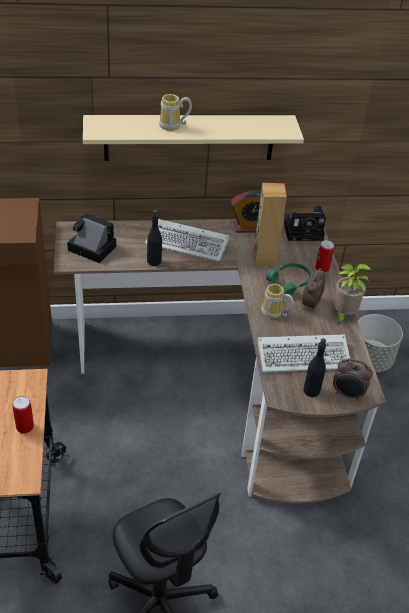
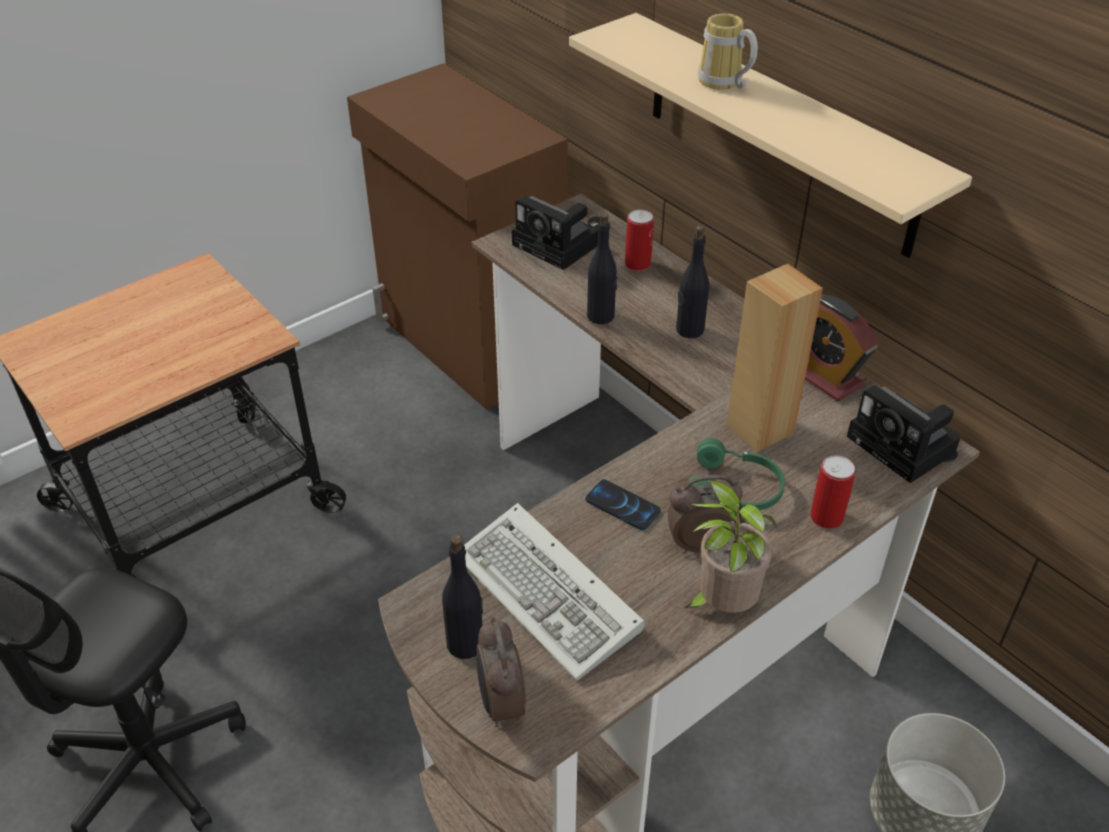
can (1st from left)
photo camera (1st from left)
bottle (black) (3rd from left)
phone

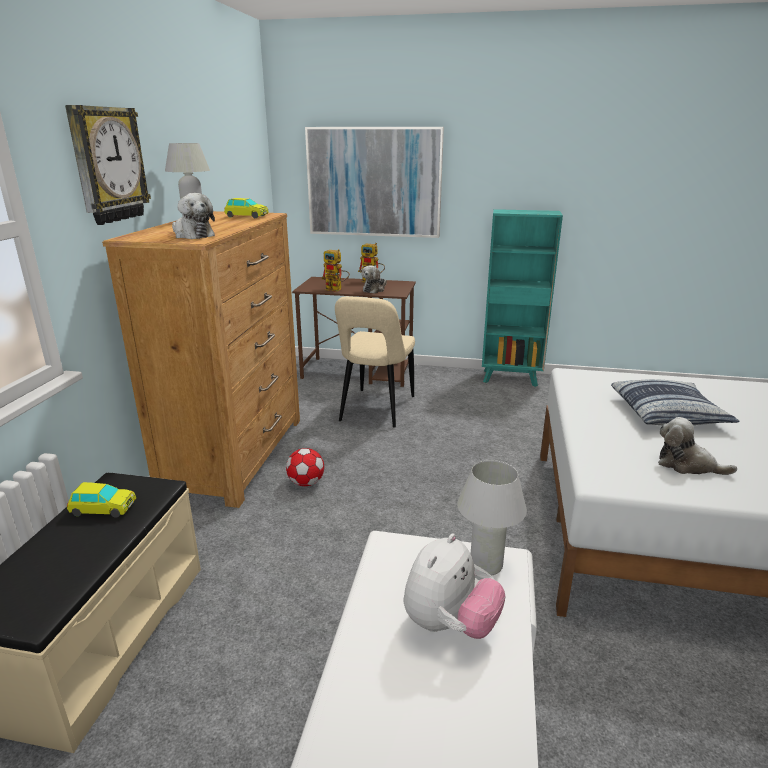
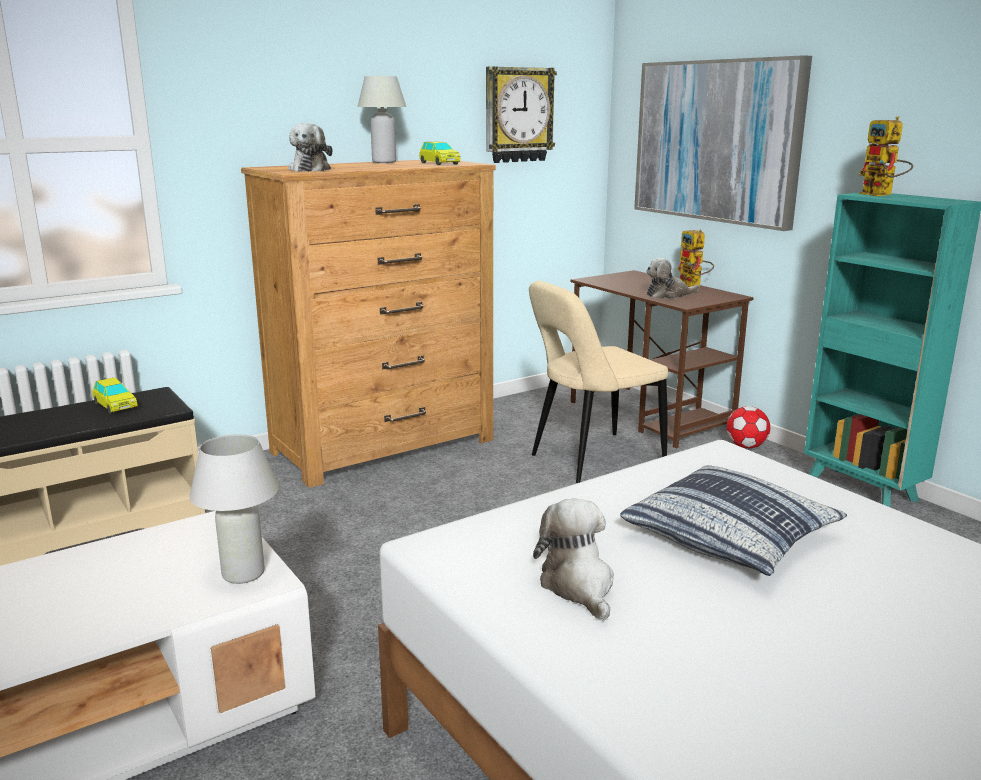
wall clock
football
toy robot (2nd from left)
plush toy (3rd from left in the first image)

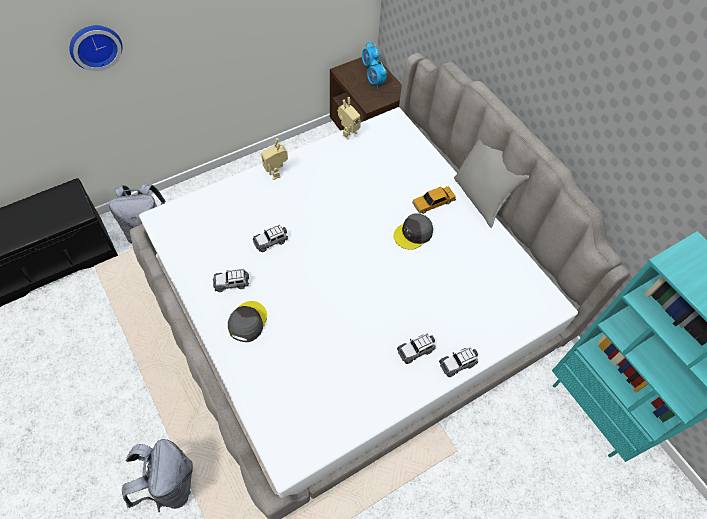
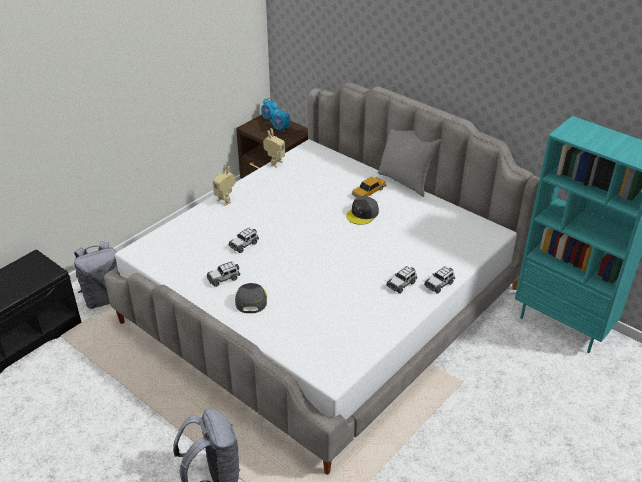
wall clock

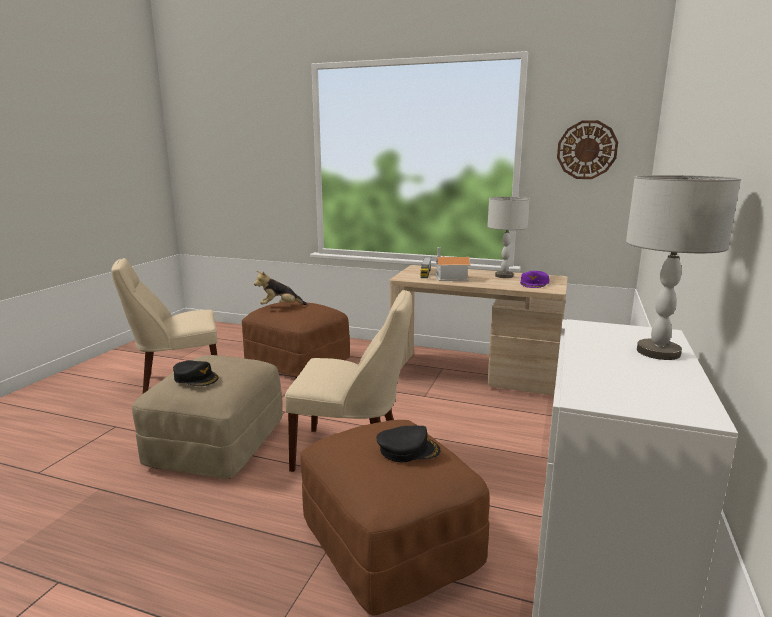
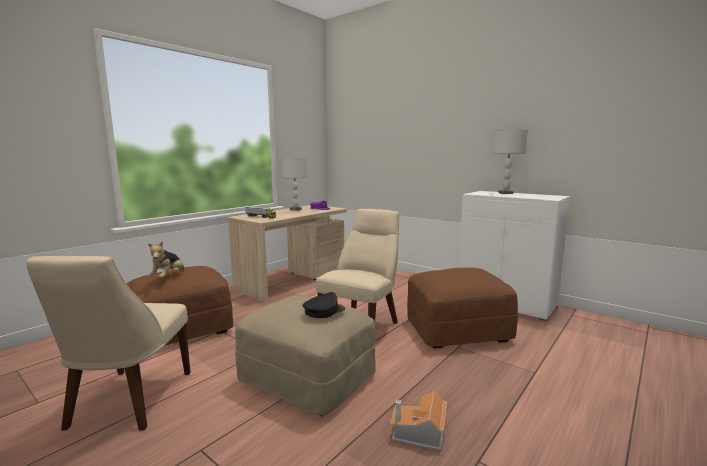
cap (black) (2nd from left in the first image)
toy house
wall clock

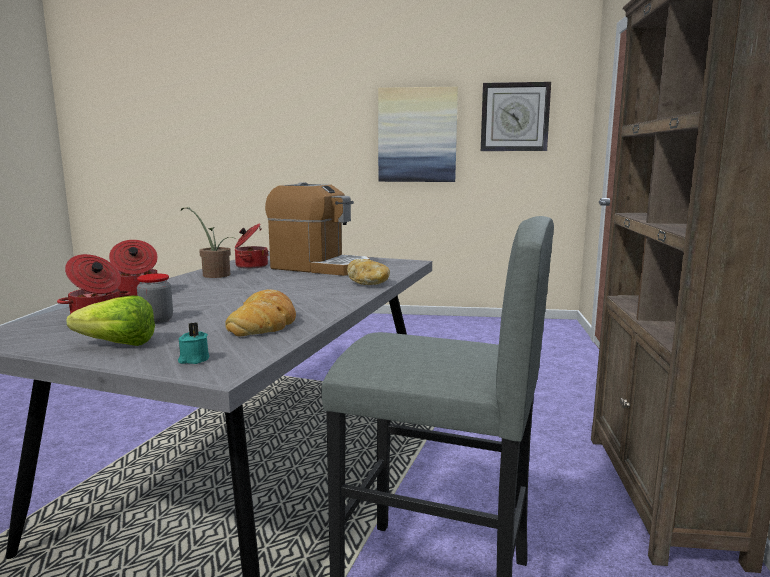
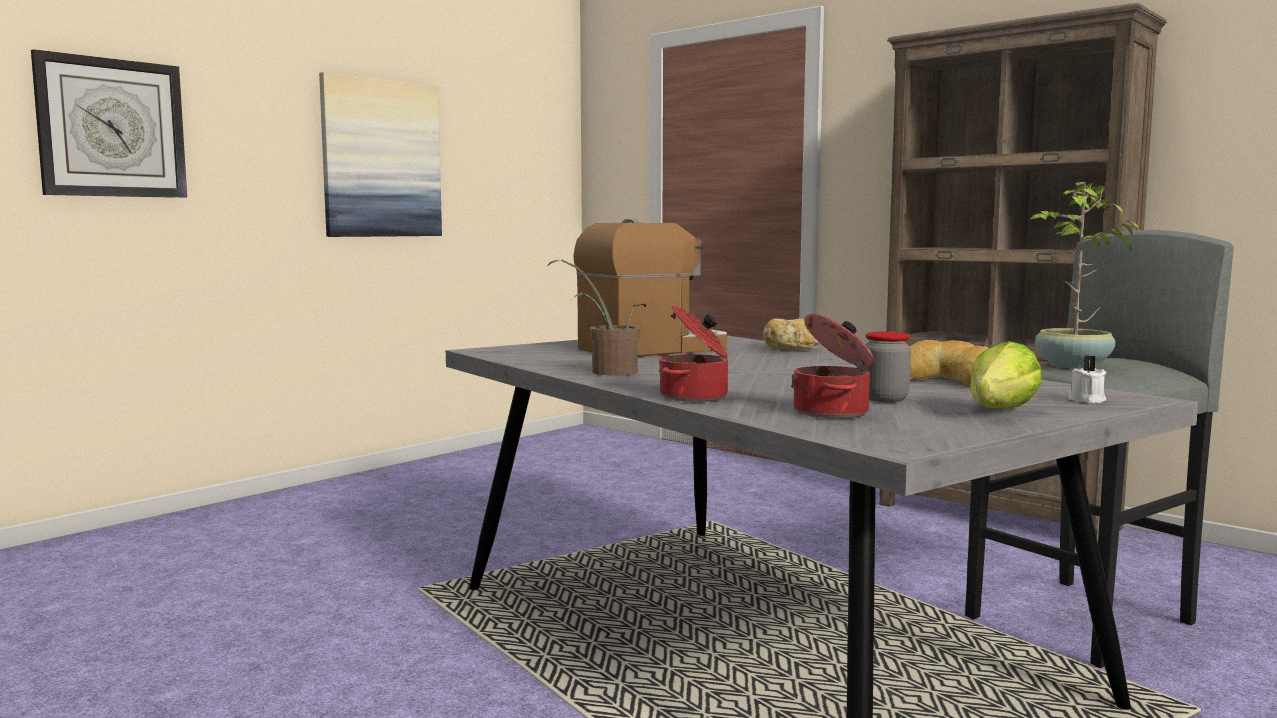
candle (white)
cooking pot (3rd from left in the first image)
wall clock
potted plant (2nd from left)

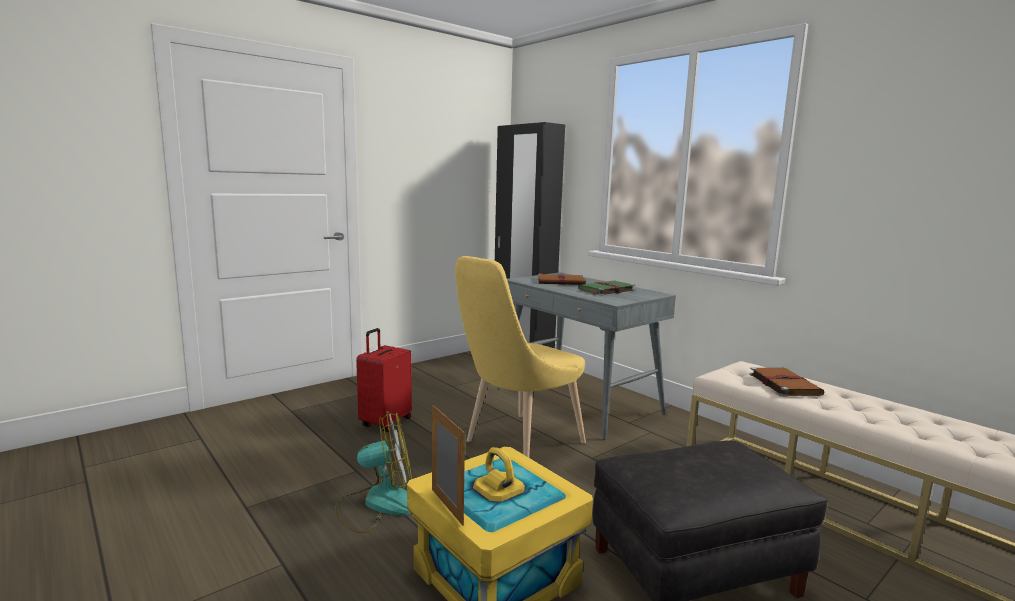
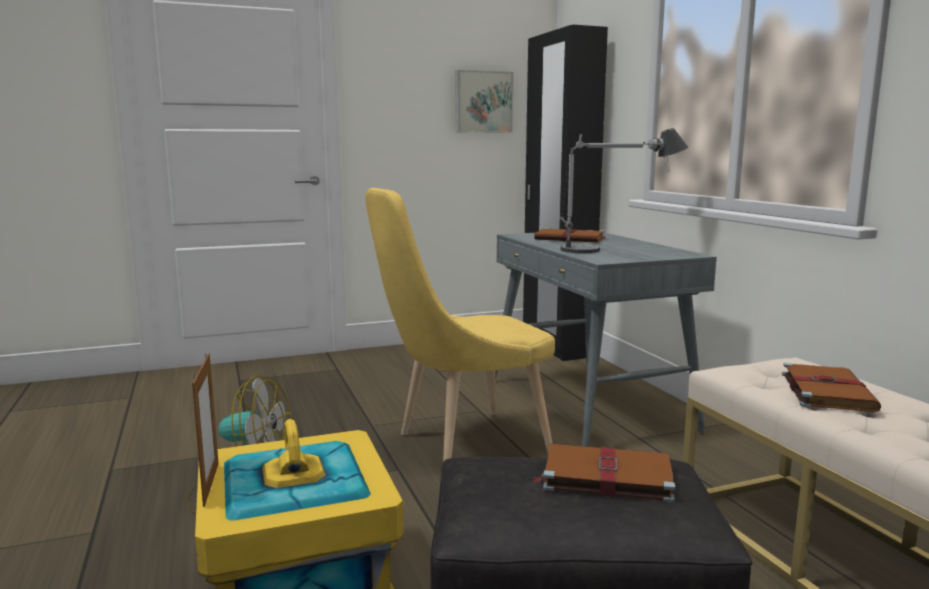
suitcase (red)
table lamp
picture
book (brown) (2nd from left)

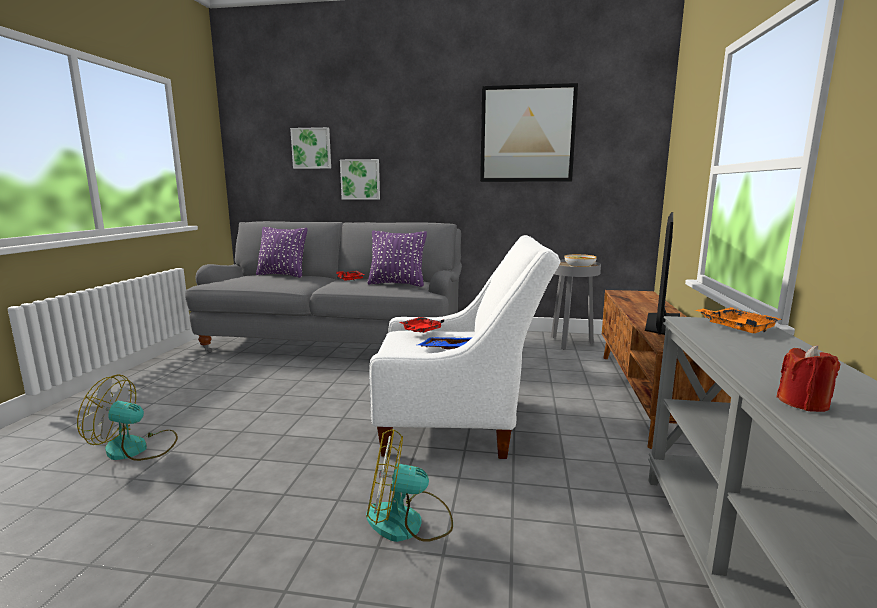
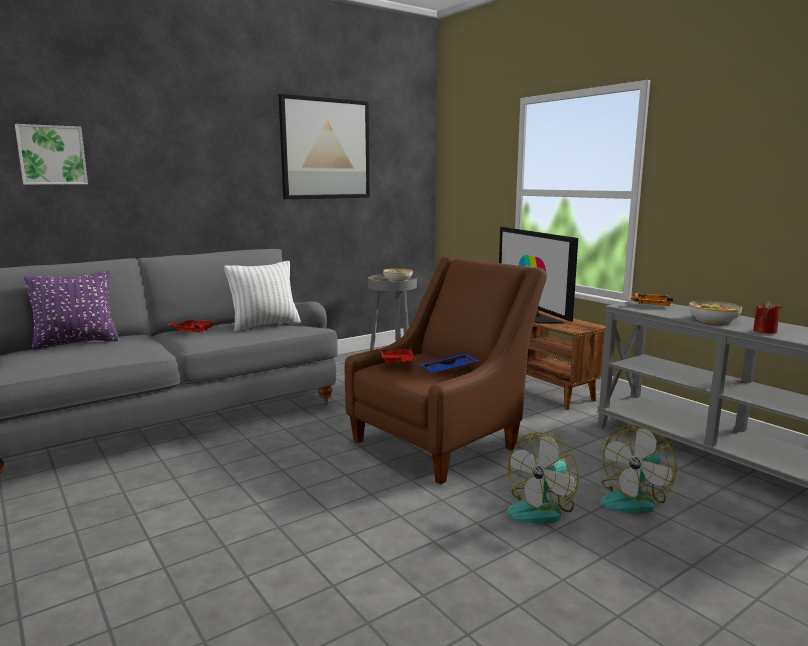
fan (2nd from left)
picture (2nd from left in the first image)
pillow (white)
armchair (brown)
bowl (2nd from left)

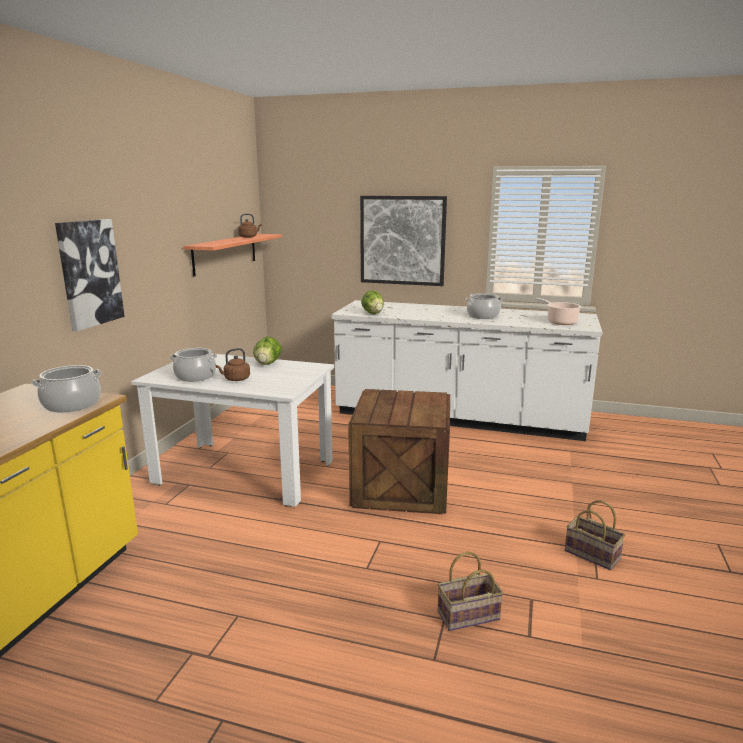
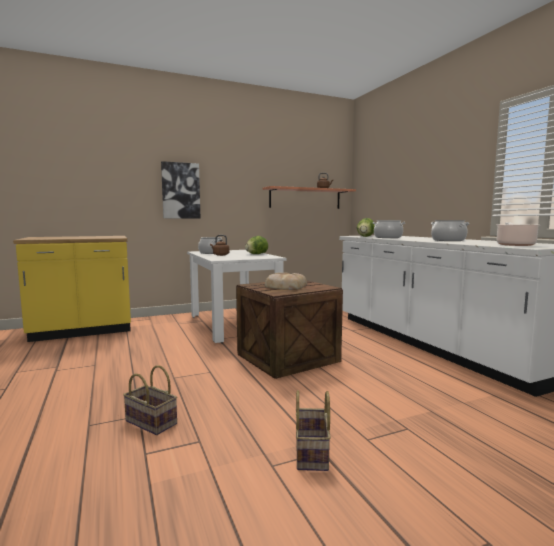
cooking pot (2nd from left)
picture (2nd from left in the first image)
bread

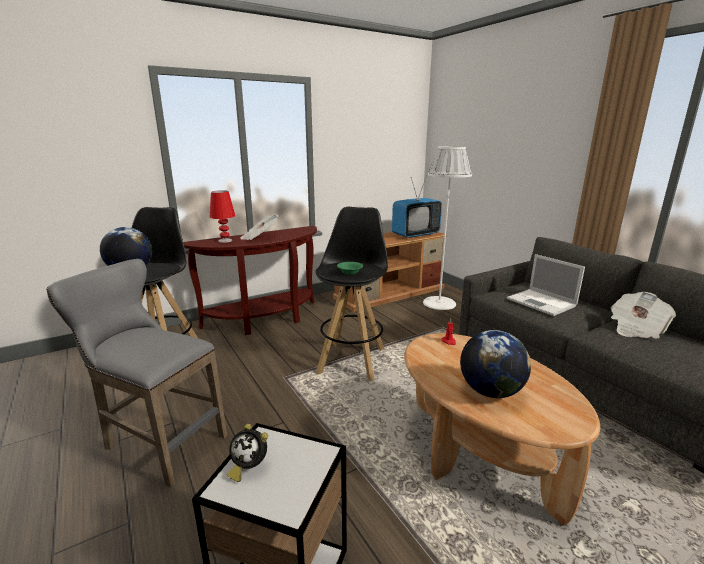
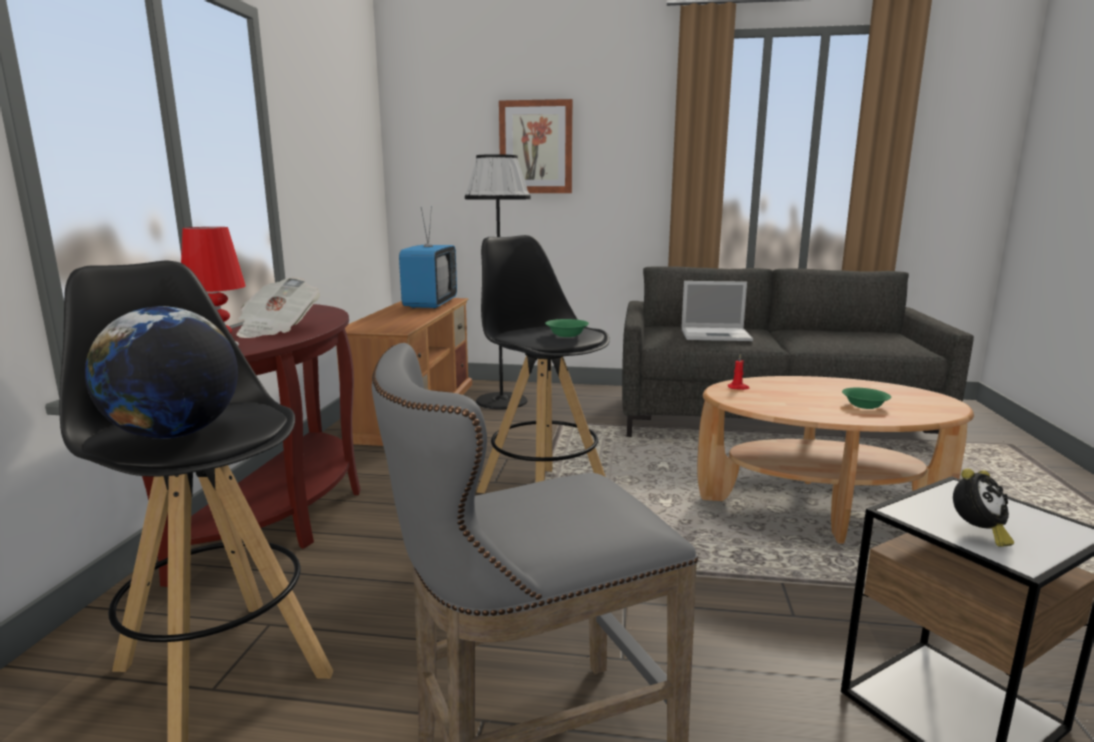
floor lamp (black)
bowl (green) (2nd from left)
newspaper (2nd from left in the first image)
picture

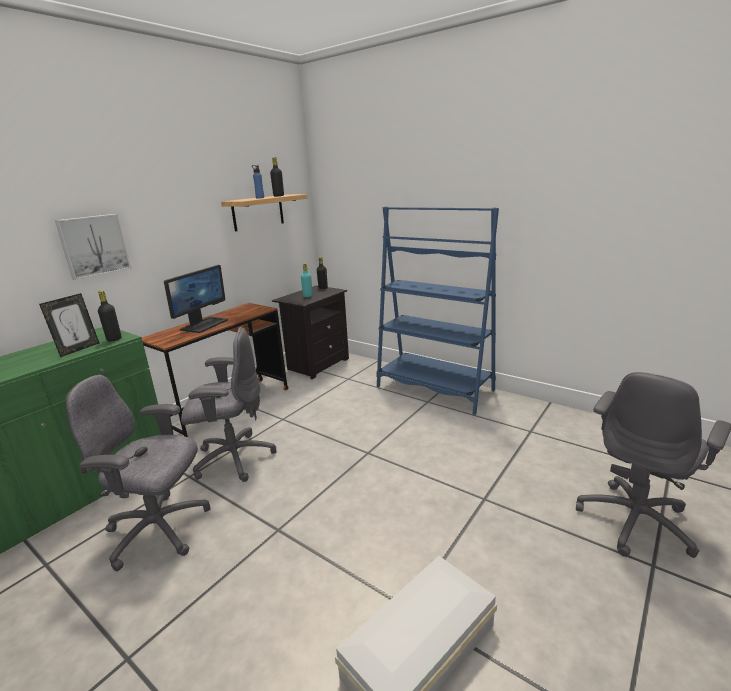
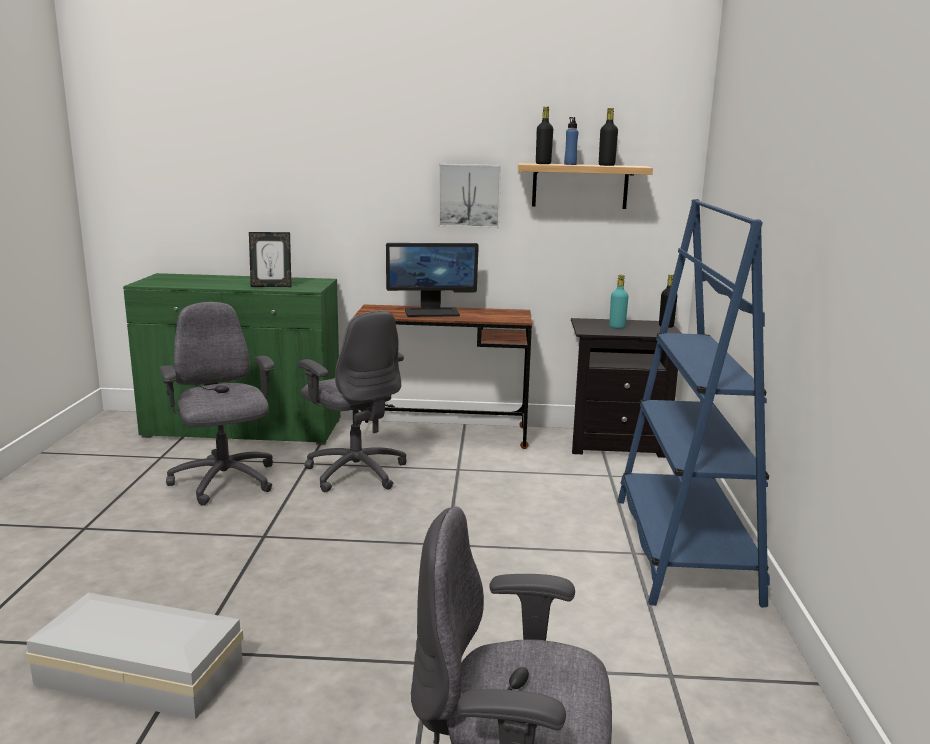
picture
bottle (black) (1st from left)

